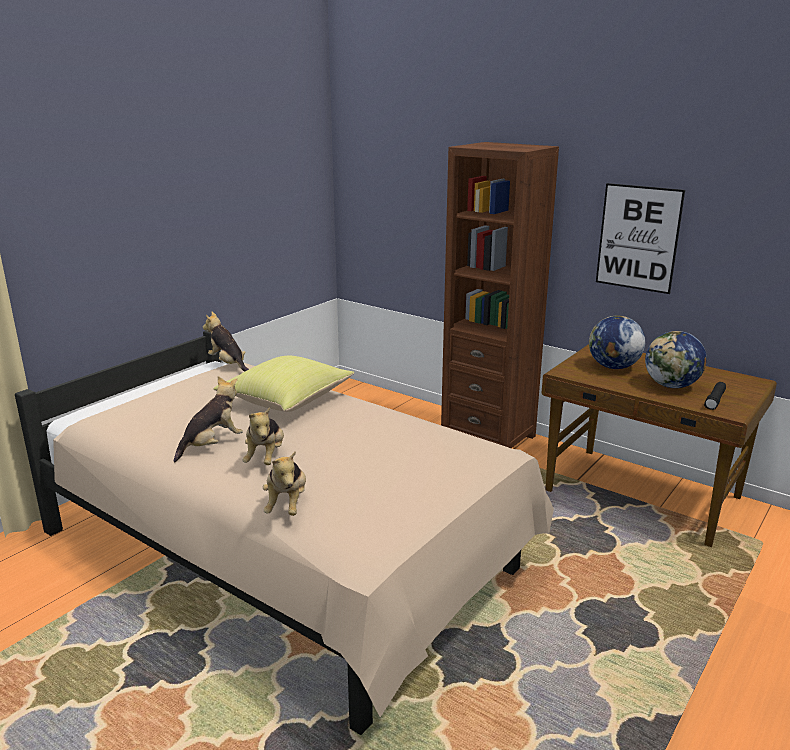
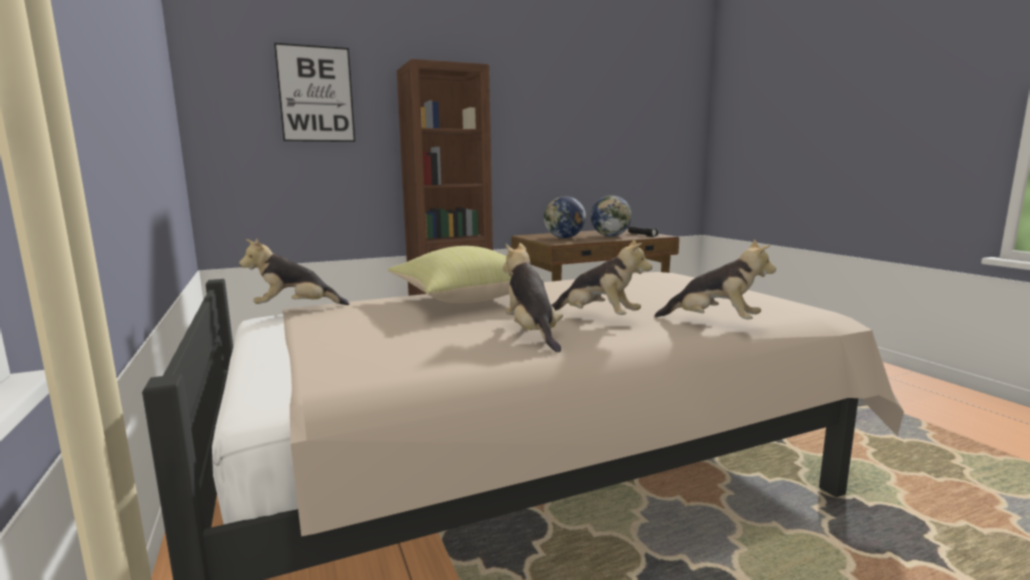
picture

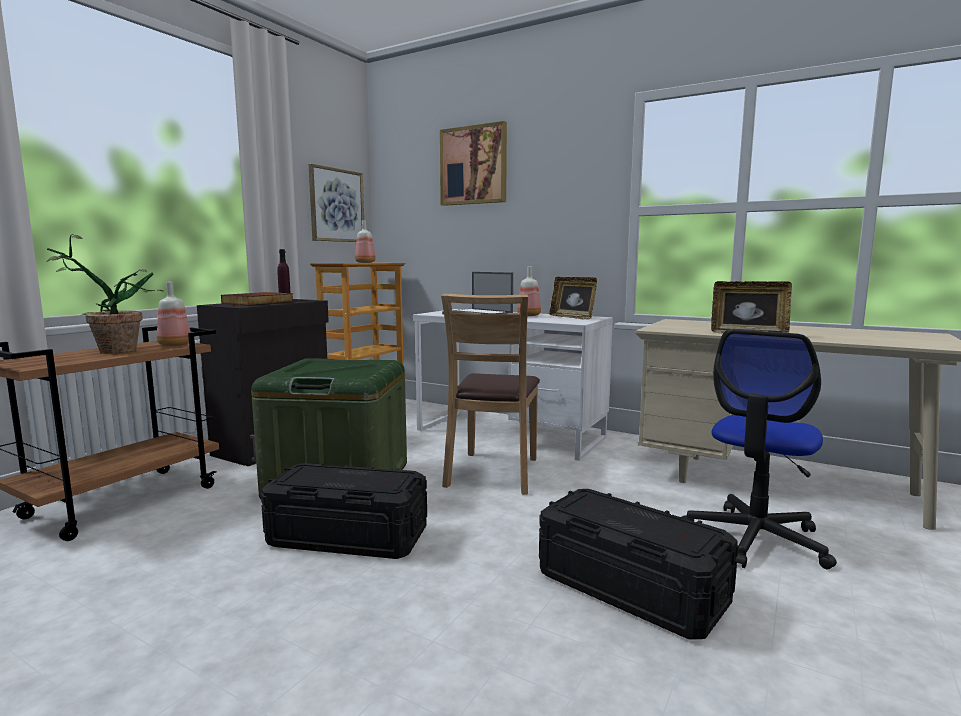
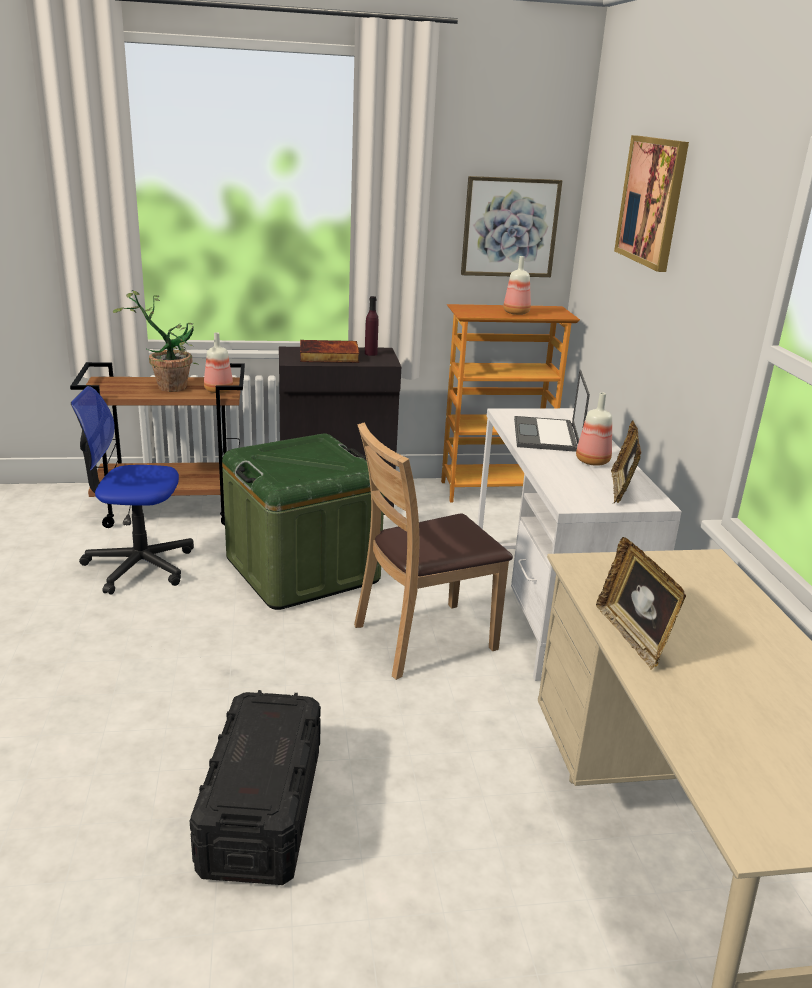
storage box (black) (1st from left in the first image)
office chair

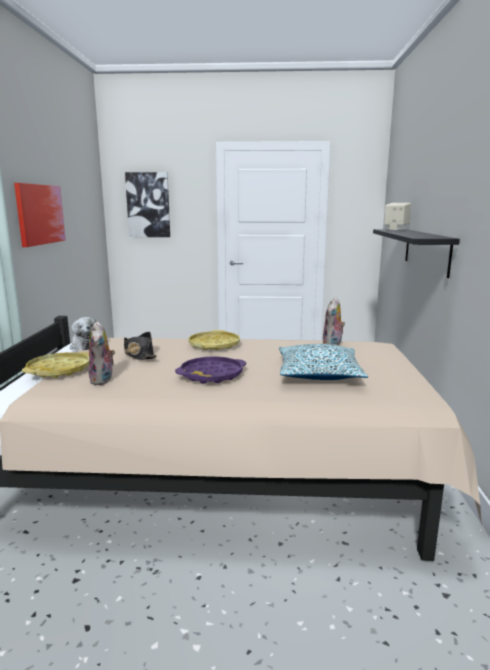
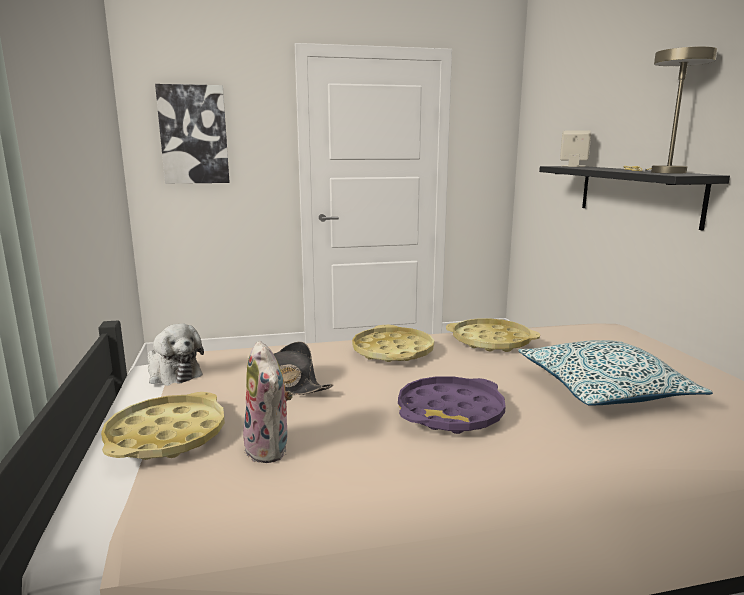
picture (1st from left in the first image)
plush toy (3rd from left in the first image)
tray (yellow) (3rd from left)
table lamp (beige)

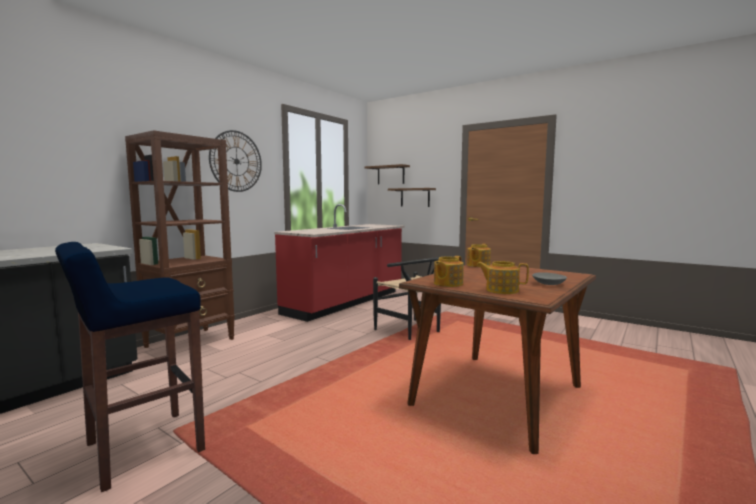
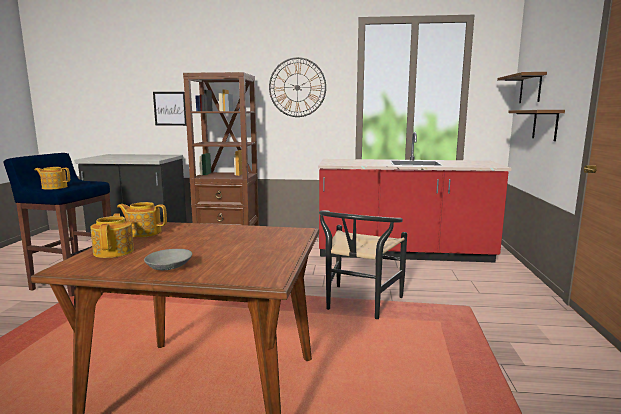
teapot (1st from left)
picture

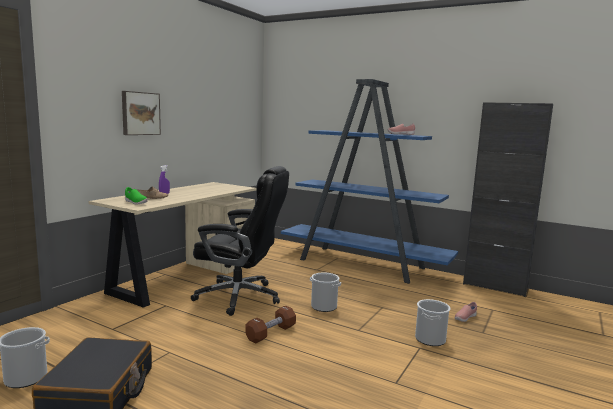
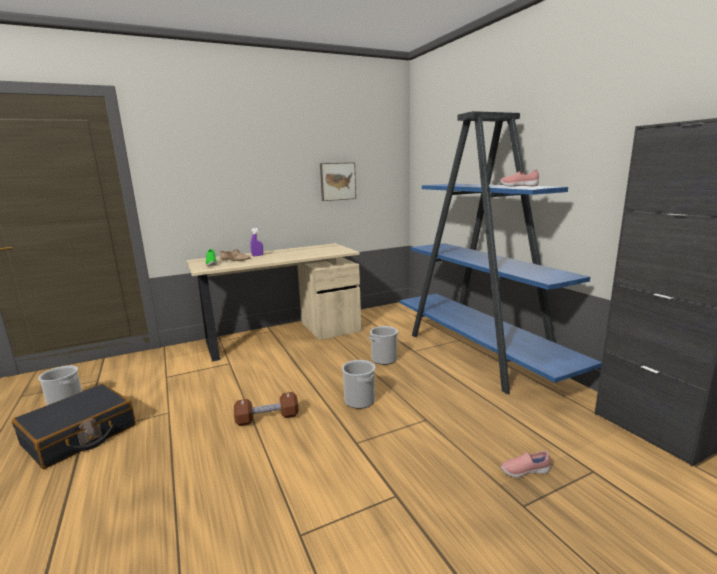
picture
office chair (black)
bucket (3rd from left)

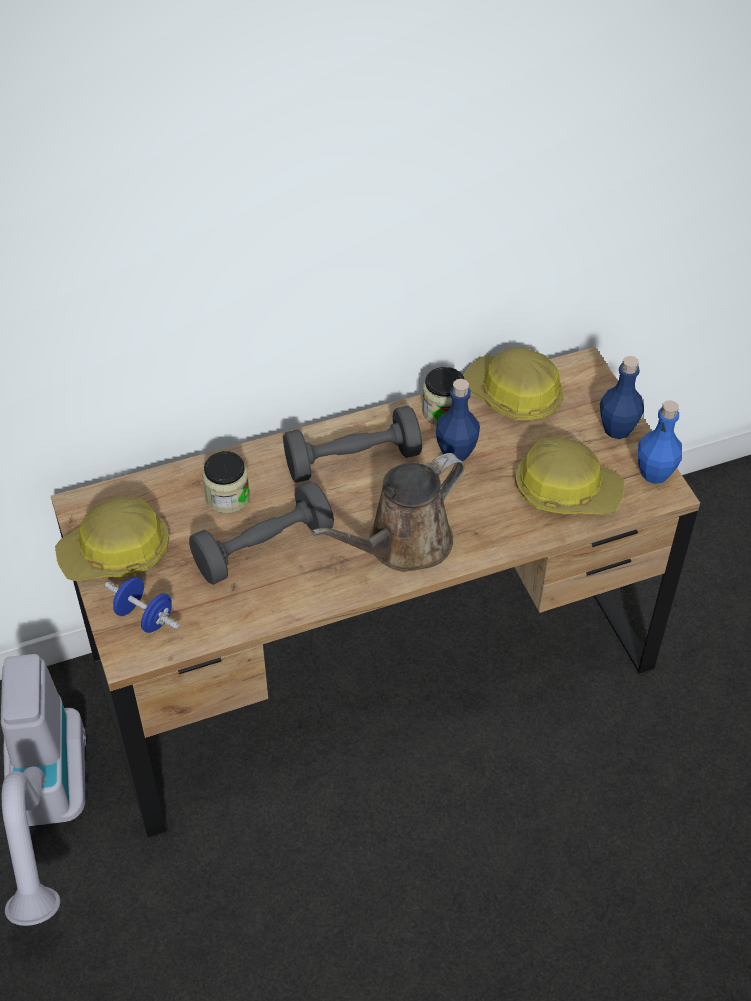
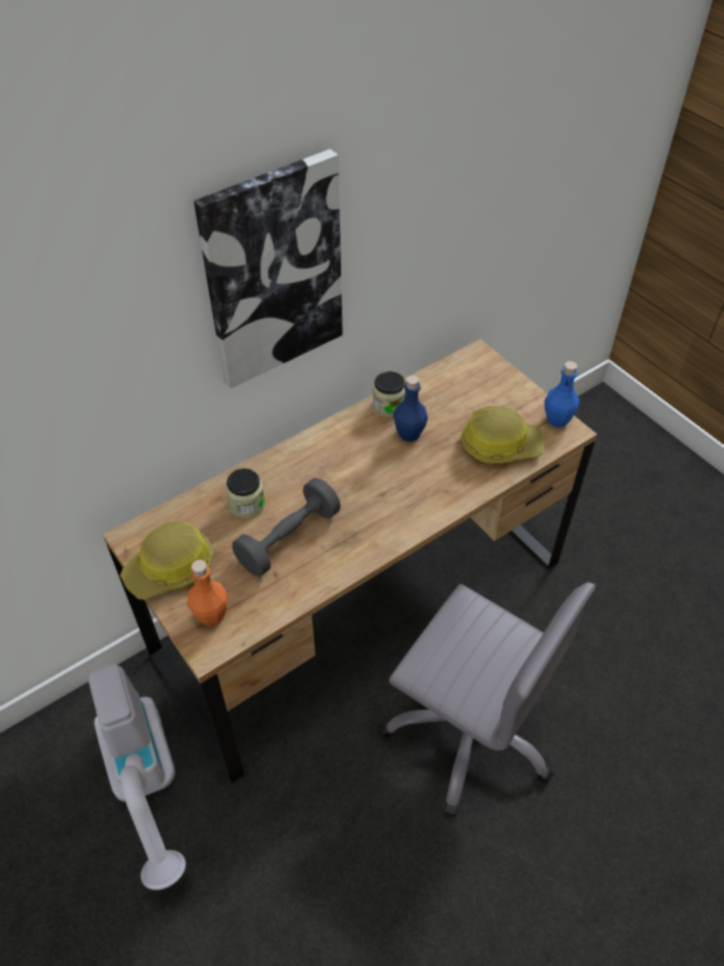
bottle (orange)
dumbbell (grey) (2nd from left in the first image)
watering can (brown)
hard hat (2nd from left in the first image)
bottle (blue) (2nd from left in the first image)
picture
office chair (grey)

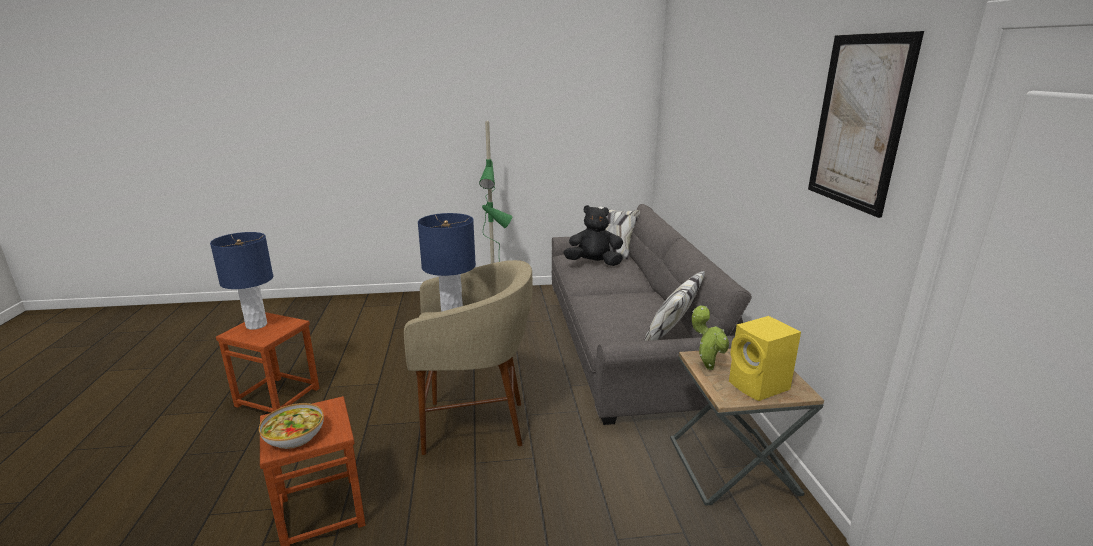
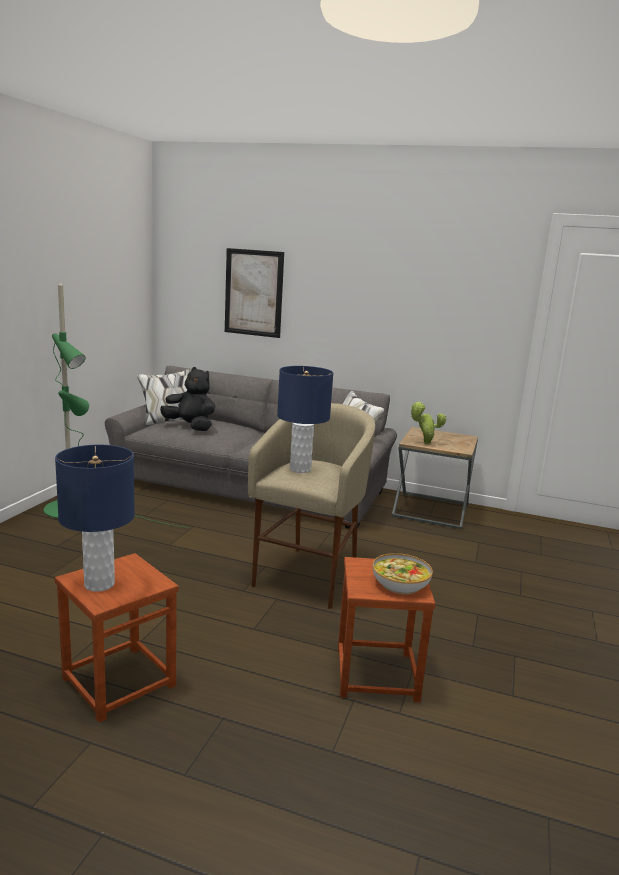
plush toy (black)
speaker (yellow)
picture

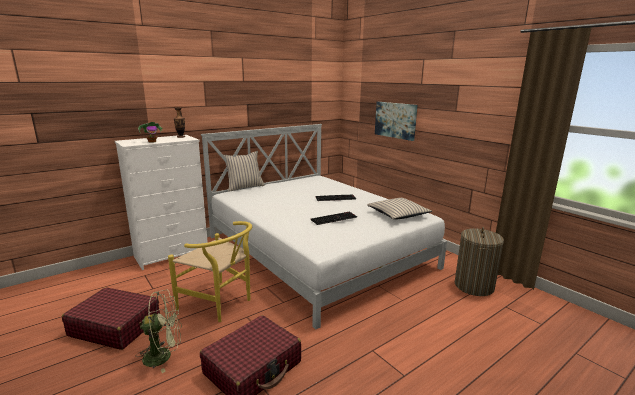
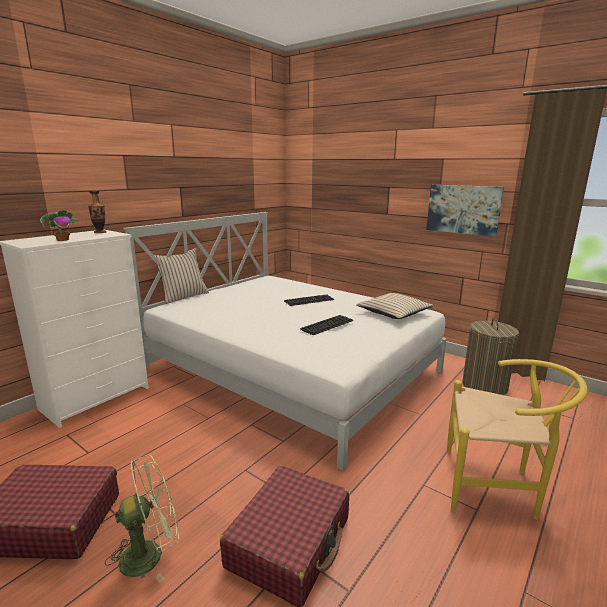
chair (yellow)
picture

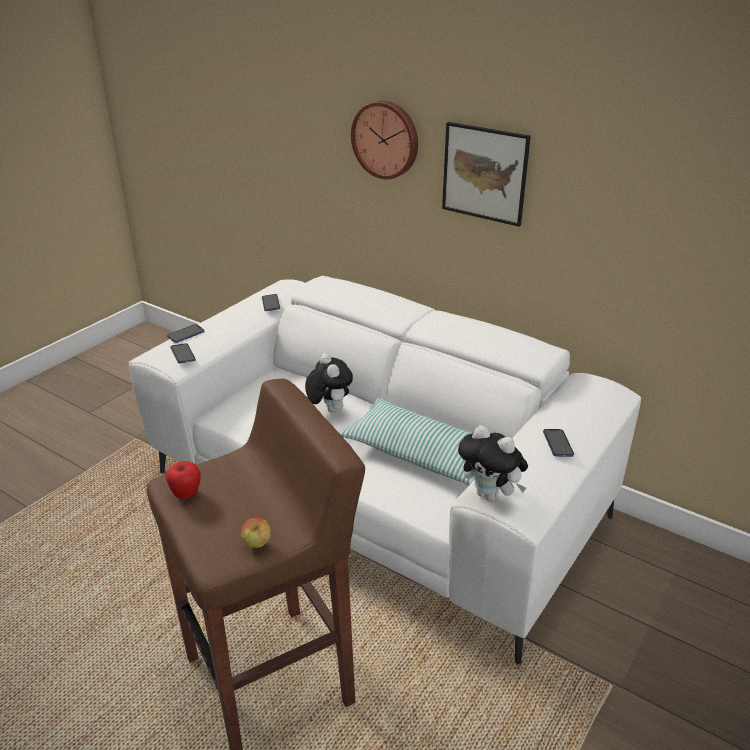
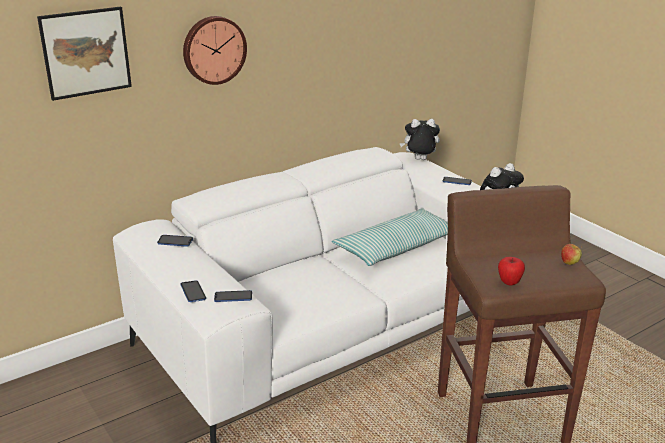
plush toy (1st from left)
picture

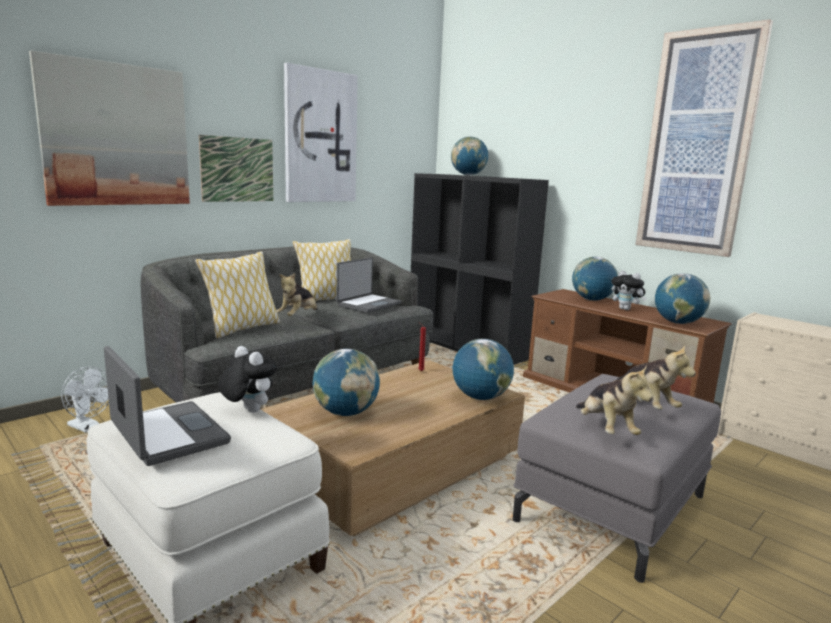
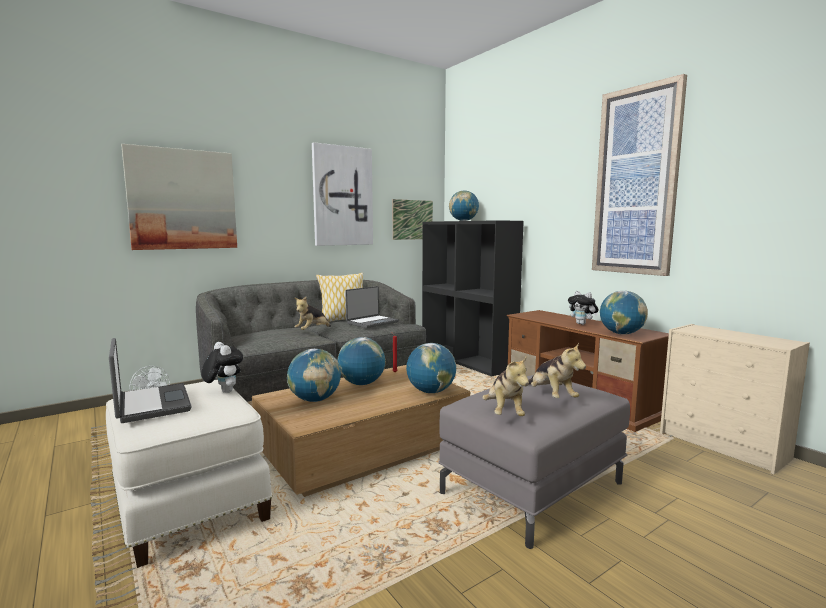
pillow (1st from left in the first image)
picture (3rd from left)
globe (2nd from left)

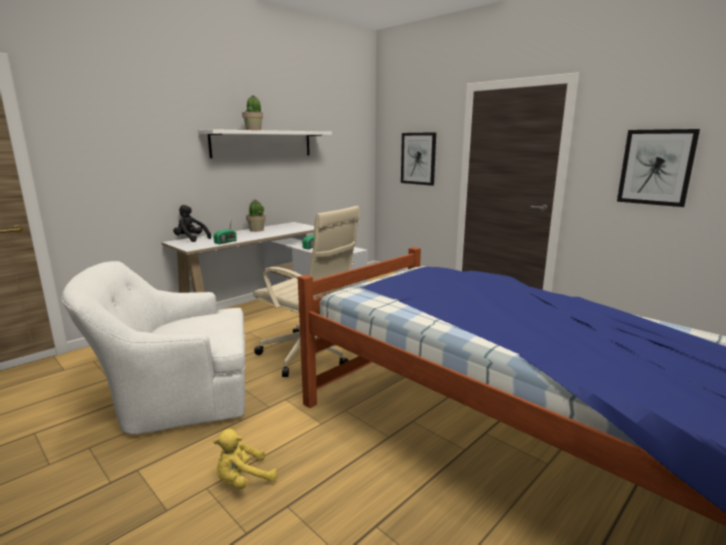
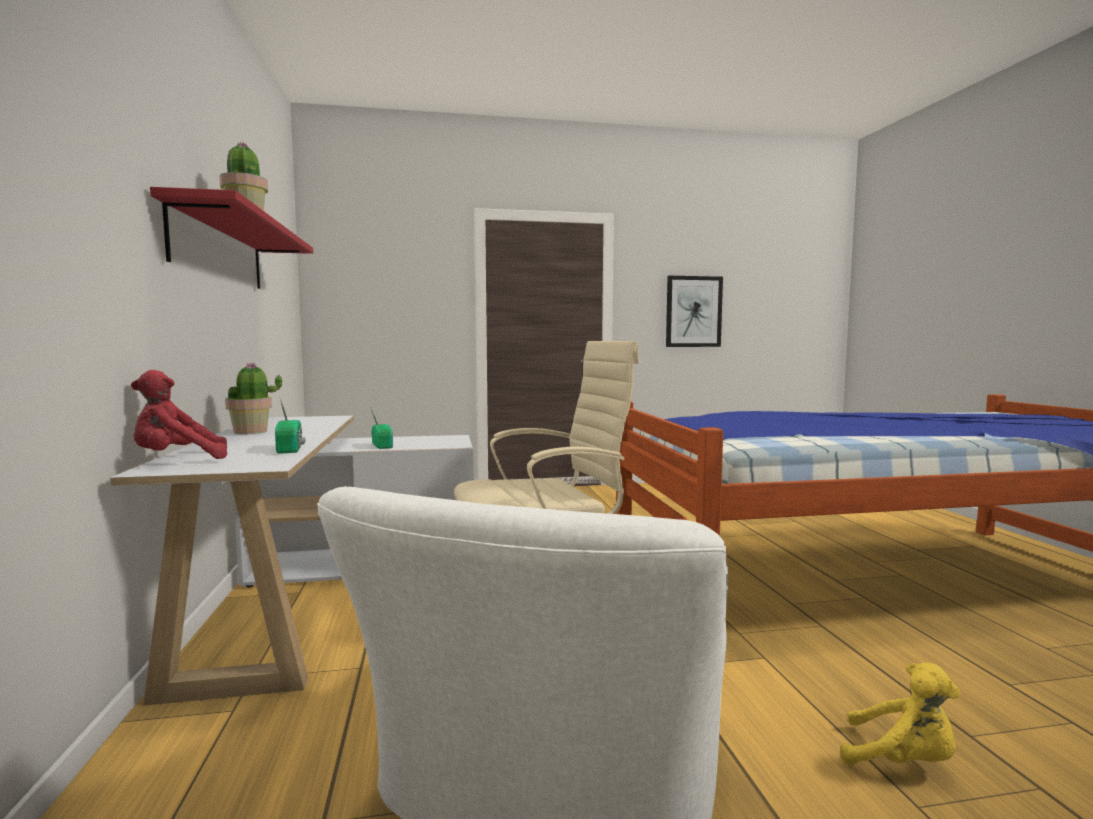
plush toy (red)
shelf (red)
plush toy (yellow)
picture (1st from left in the first image)

